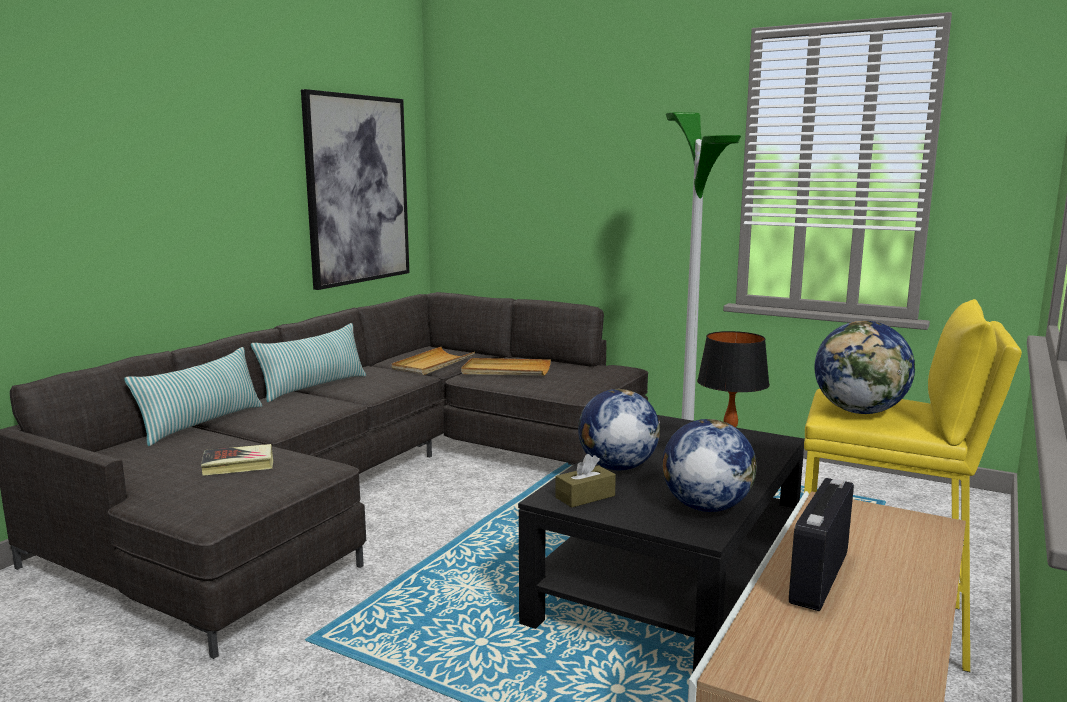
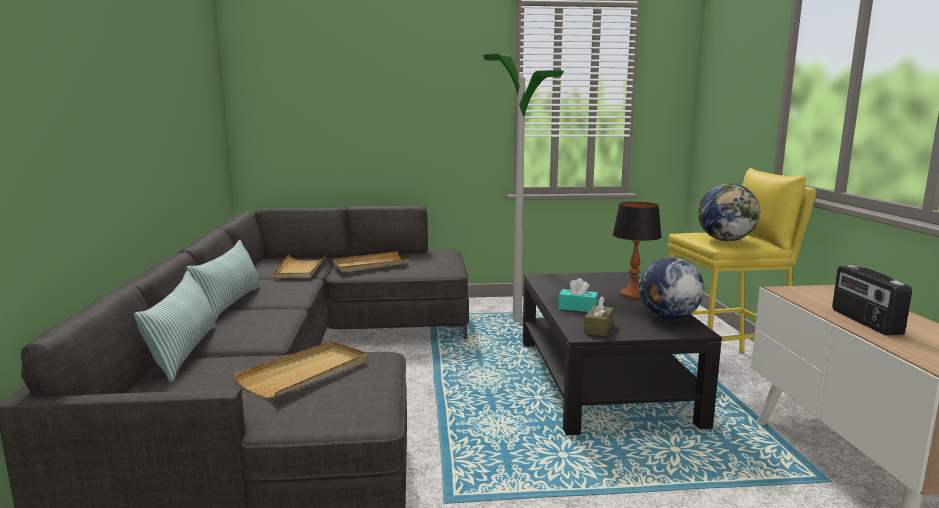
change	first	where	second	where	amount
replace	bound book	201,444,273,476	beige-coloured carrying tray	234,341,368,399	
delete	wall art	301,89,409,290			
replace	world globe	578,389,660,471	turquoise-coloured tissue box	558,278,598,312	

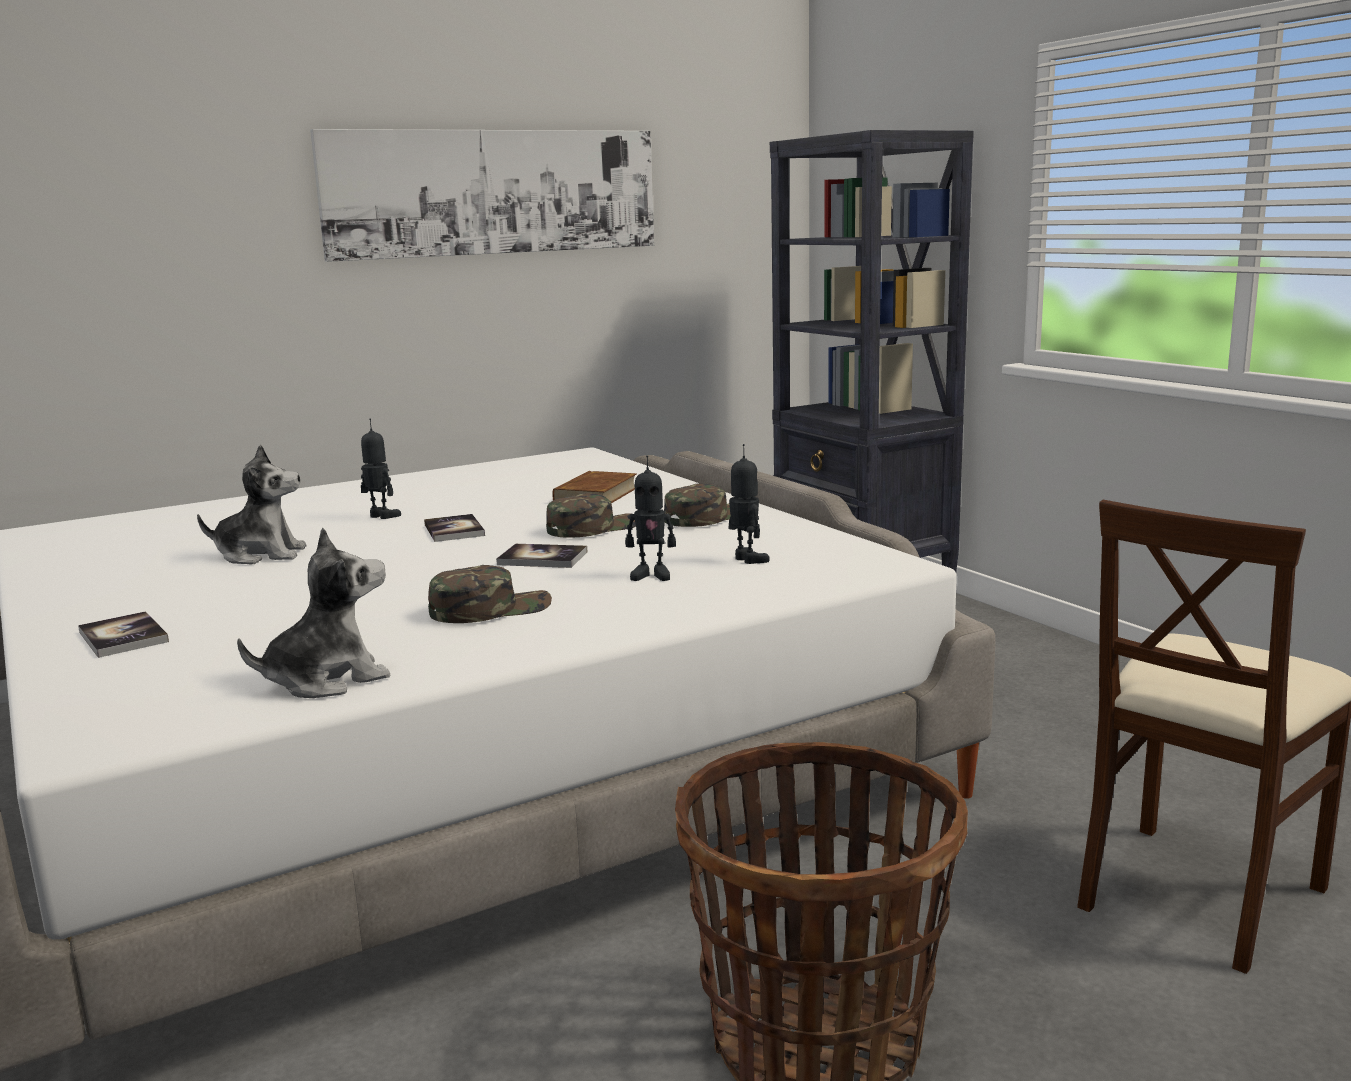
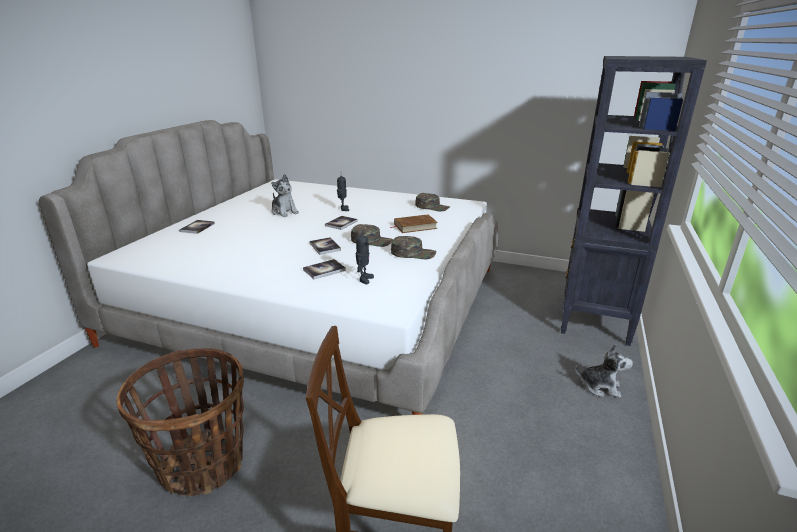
change	first	where	second	where	amount
move	soft toy	237,528,391,698		575,344,633,398	
delete	wall art	310,129,654,262			
move	green-coloured baseball cap	428,565,552,623		415,193,450,212	
replace	toy robot	625,455,676,581	bound book	303,259,346,279	

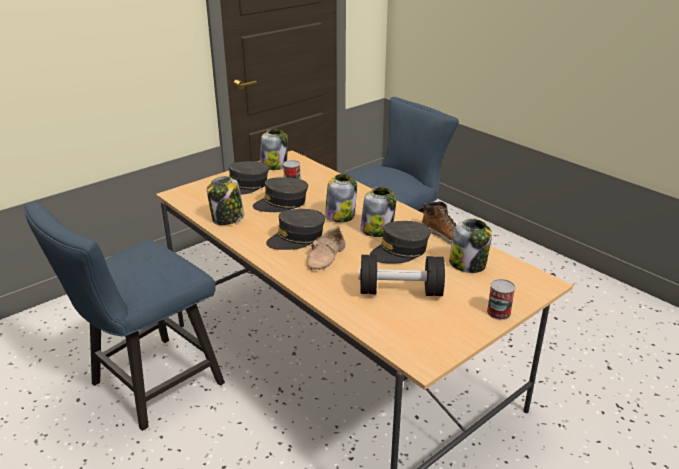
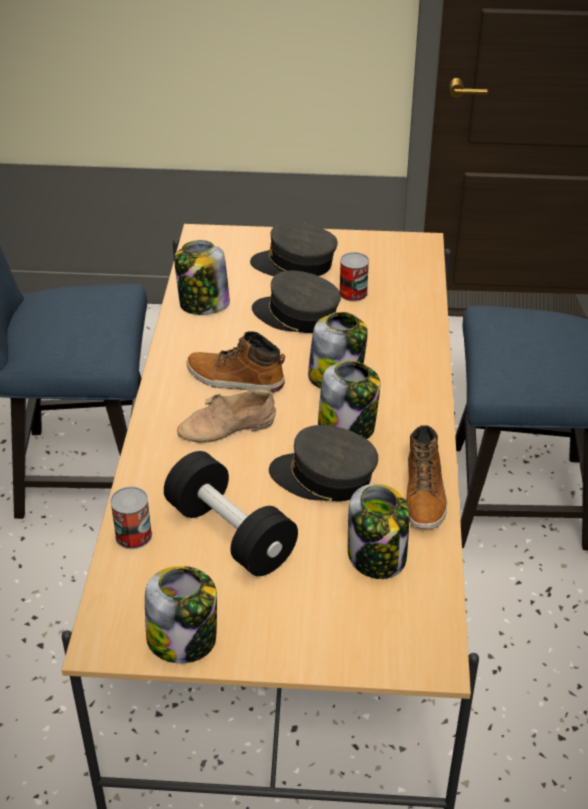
change	first	where	second	where	amount
move	storage jar	260,129,288,170		145,566,217,663	
replace	greyish baseball cap	266,209,325,250	high-top boot	187,331,285,393	
move	metal can	487,279,515,320		110,487,152,549	

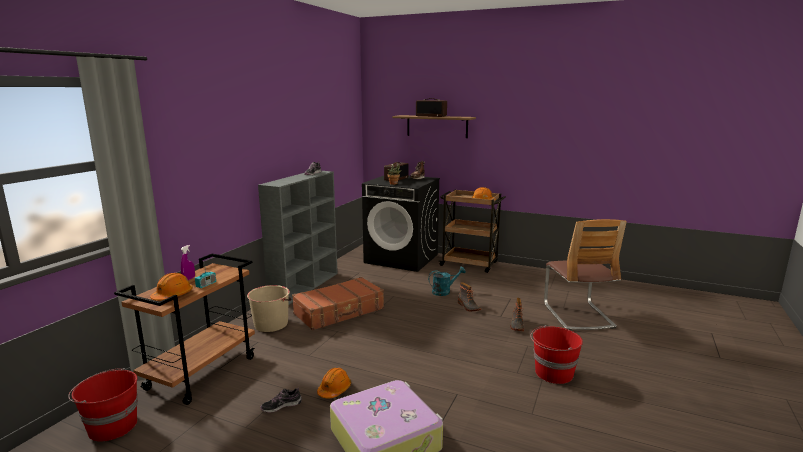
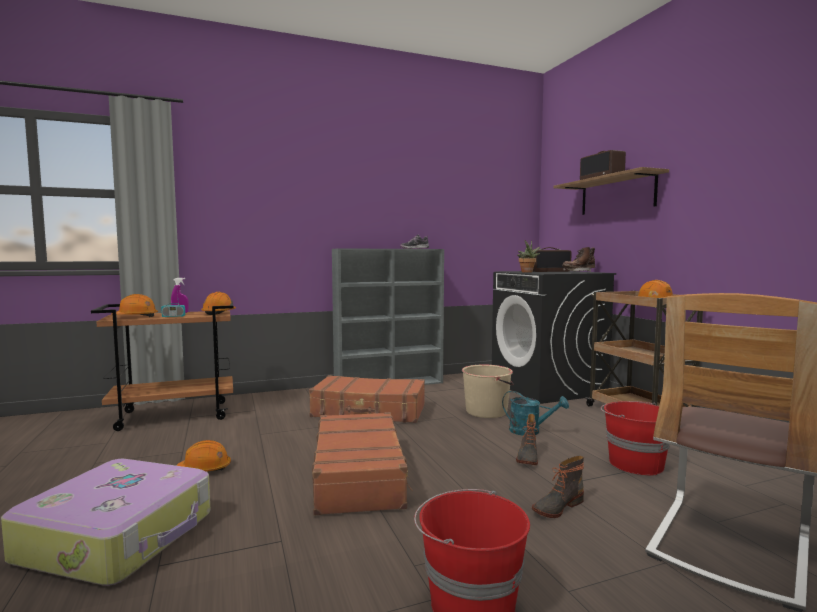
change	first	where	second	where	amount
move	reddish water bucket	68,368,138,441		601,401,670,476	
move	beige-coloured water bucket	247,285,292,332		462,365,514,418	
delete	low shoe	261,387,302,413			
insert			orange-coloured work helmet	201,292,236,315	
insert			brown-coloured travel case	312,412,413,516	

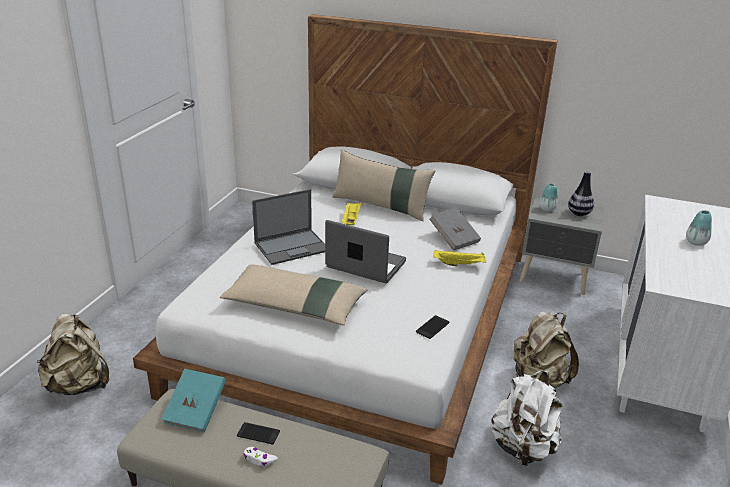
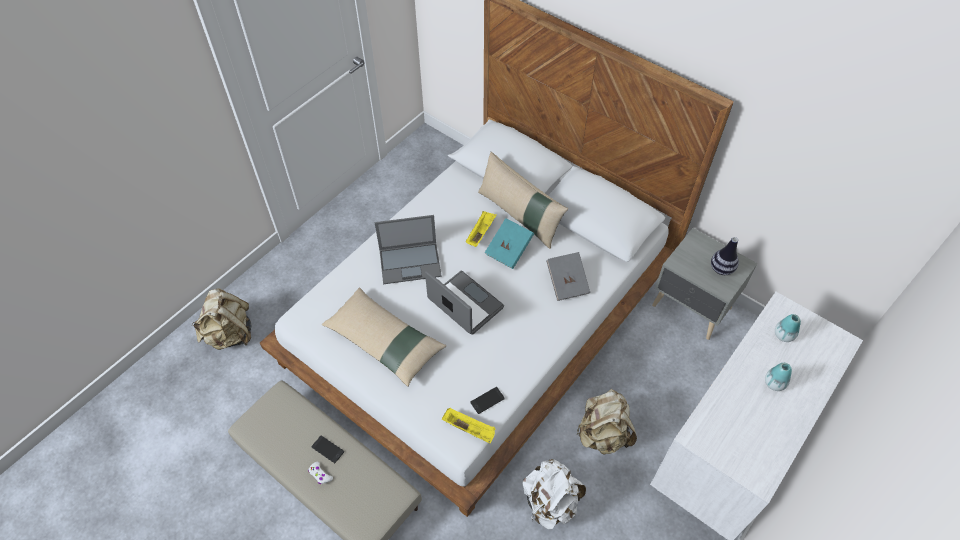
change	first	where	second	where	amount
move	turquoise-coloured bound book	161,369,226,433		485,218,534,269	
move	yellowish carrying tray	433,250,486,266		442,408,496,444	
move	decorative vase	539,183,558,212		775,314,801,342	

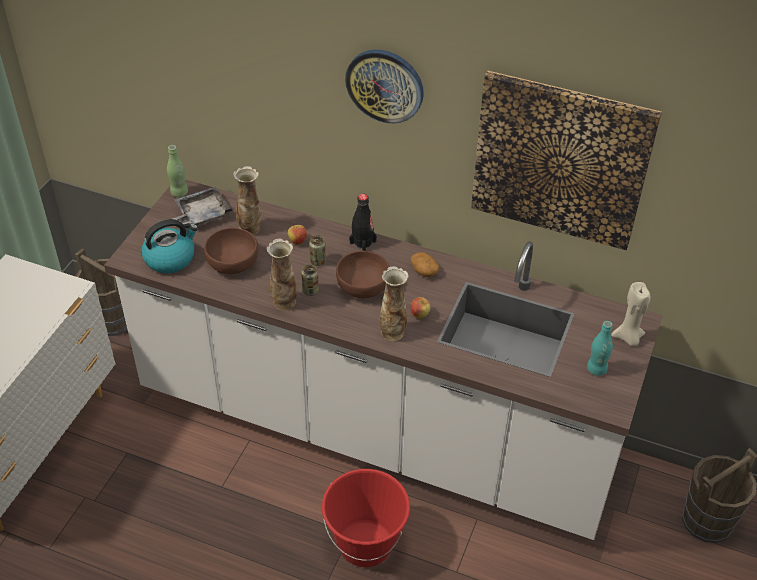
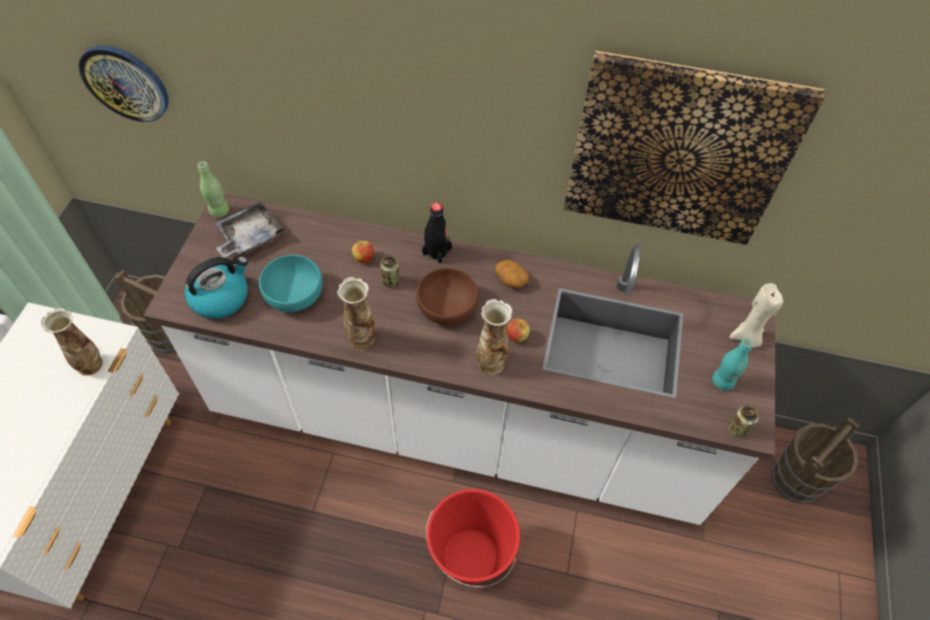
change	first	where	second	where	amount
recolor	brown-coloured deep dish	204,228,258,274	turquoise-coloured deep dish	259,255,323,312	
move	decorative vase	233,166,262,235		41,308,103,376	
move	metal can	301,264,319,296		728,405,759,438	
move	wall clock	345,50,424,123		79,45,169,122	

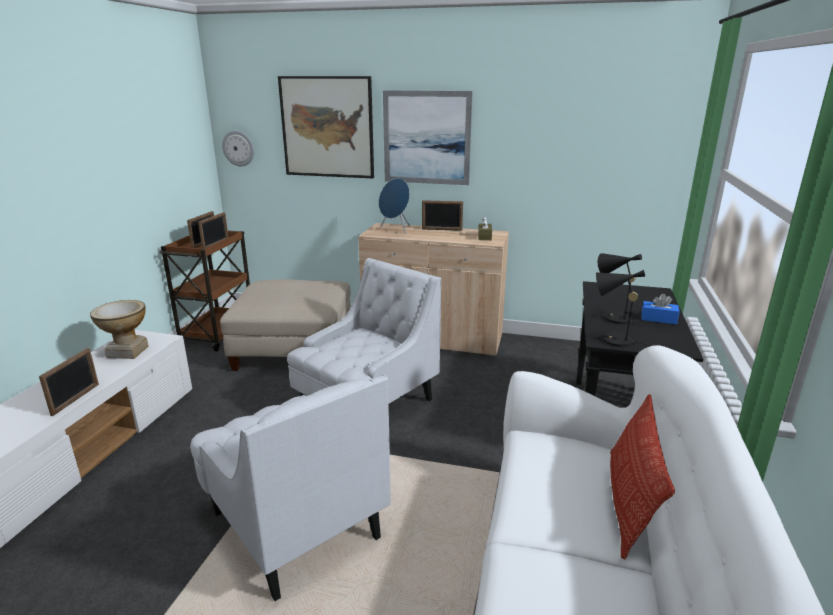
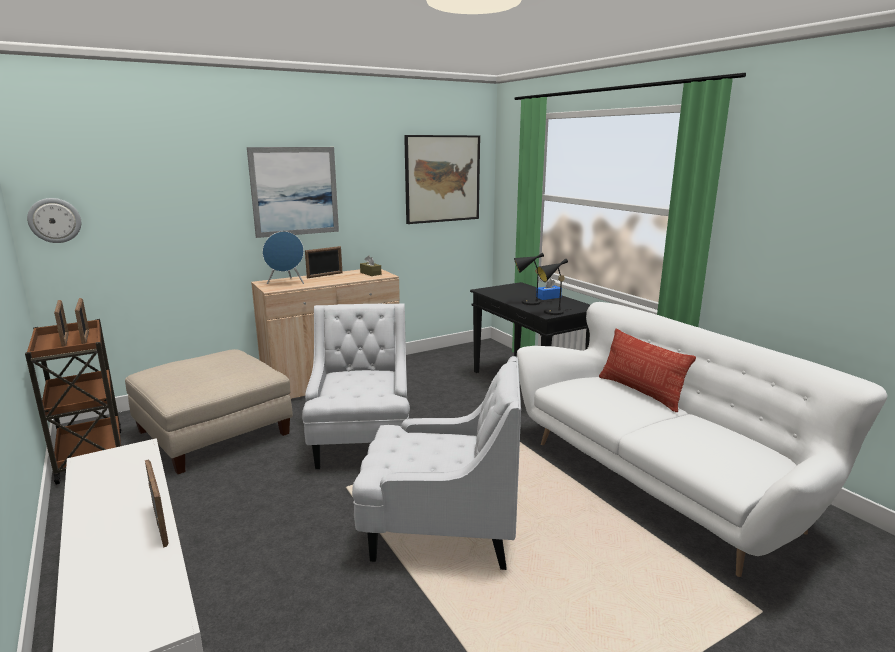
change	first	where	second	where	amount
delete	decorative vase	90,300,148,359			
move	wall art	278,76,374,178		404,135,480,224	

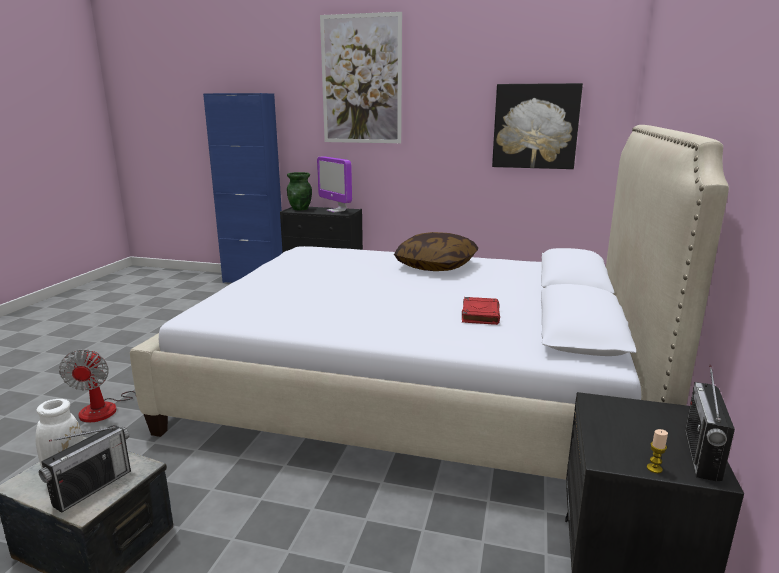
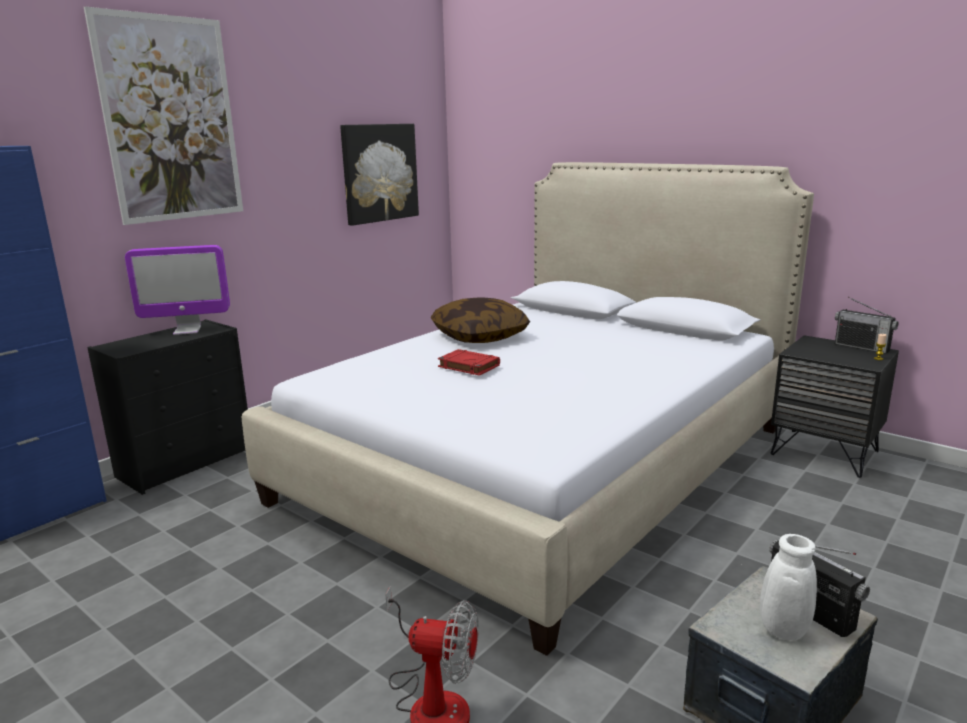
change	first	where	second	where	amount
delete	green-coloured decorative vase	287,172,312,210			
move	reddish bound book	462,297,500,325		438,349,500,376	

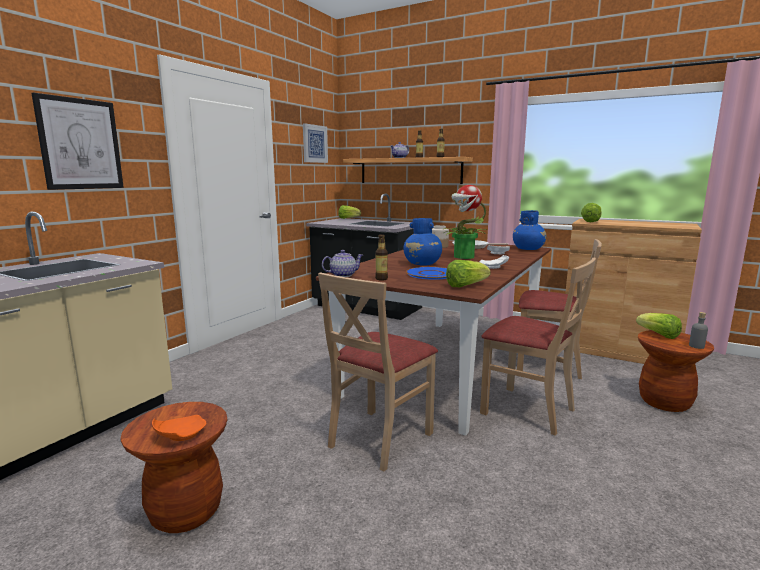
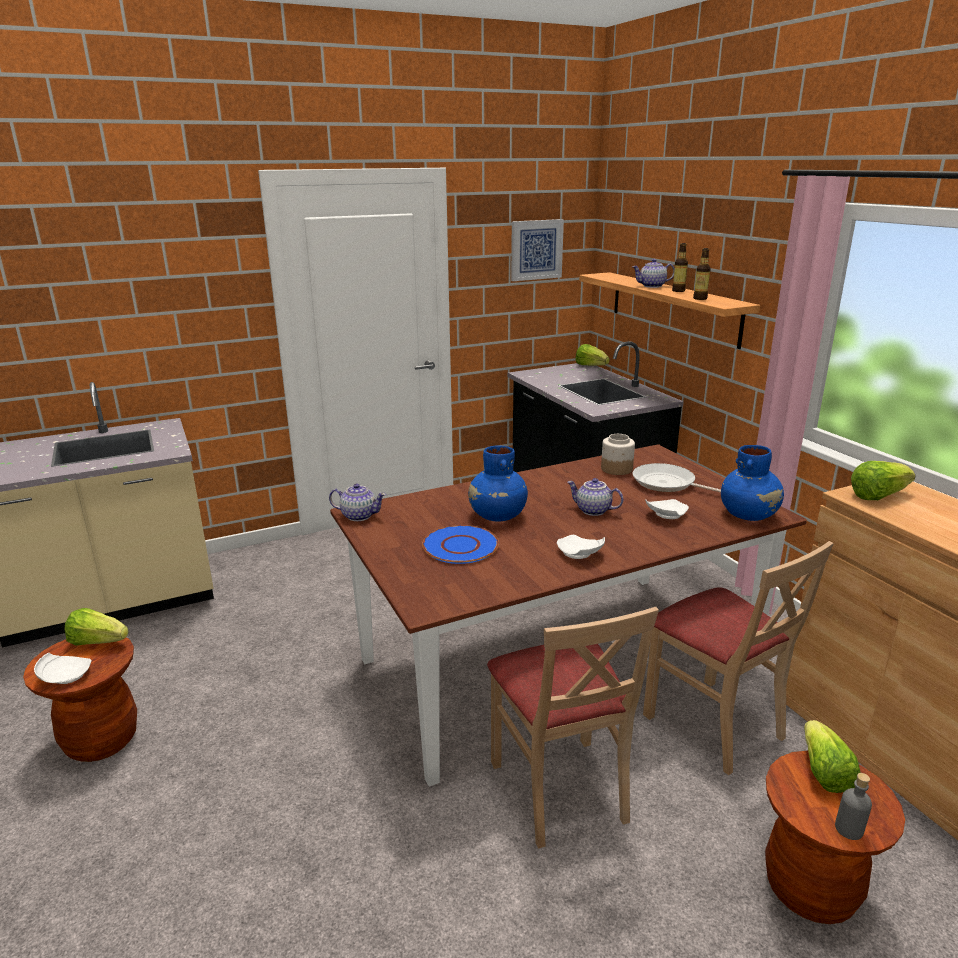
change	first	where	second	where	amount
delete	wall art	31,92,124,190			
recolor	orange-coloured flat dish	152,415,206,441	white-coloured flat dish	34,653,92,684	
delete	beige-coloured plain chair	318,272,438,472			
delete	beverage bottle	375,234,388,281			
replace	houseplant	444,185,486,259	tea pot	567,478,623,516	
move	lettuce head	446,260,491,287		64,608,129,646	

